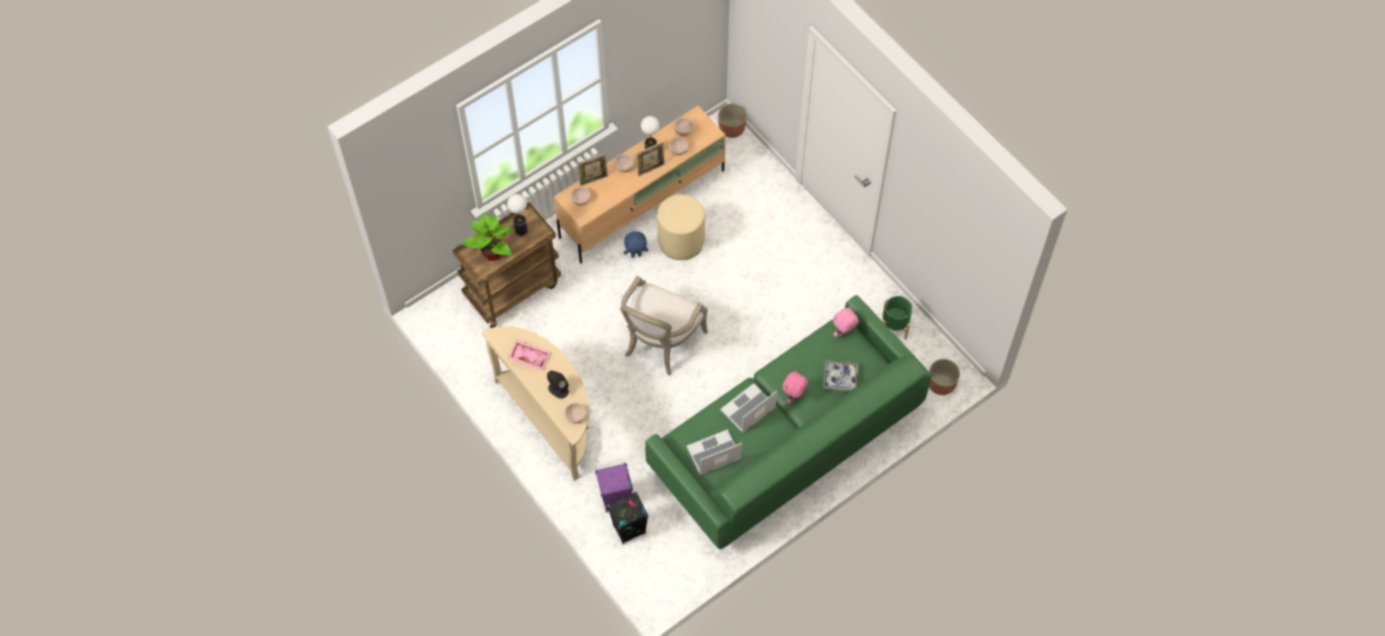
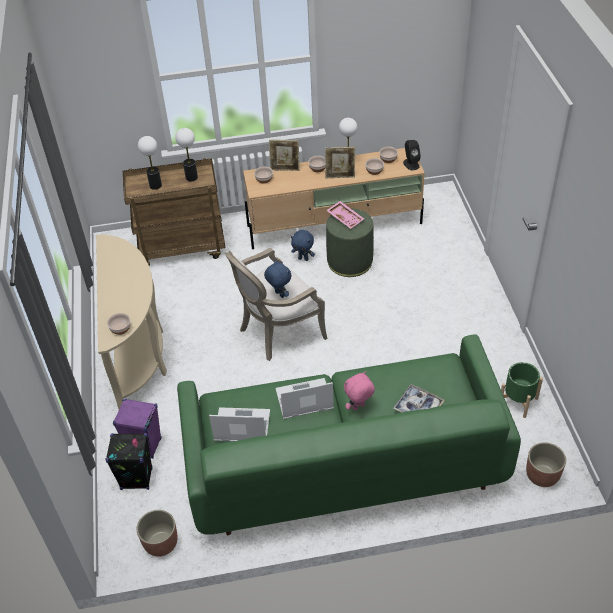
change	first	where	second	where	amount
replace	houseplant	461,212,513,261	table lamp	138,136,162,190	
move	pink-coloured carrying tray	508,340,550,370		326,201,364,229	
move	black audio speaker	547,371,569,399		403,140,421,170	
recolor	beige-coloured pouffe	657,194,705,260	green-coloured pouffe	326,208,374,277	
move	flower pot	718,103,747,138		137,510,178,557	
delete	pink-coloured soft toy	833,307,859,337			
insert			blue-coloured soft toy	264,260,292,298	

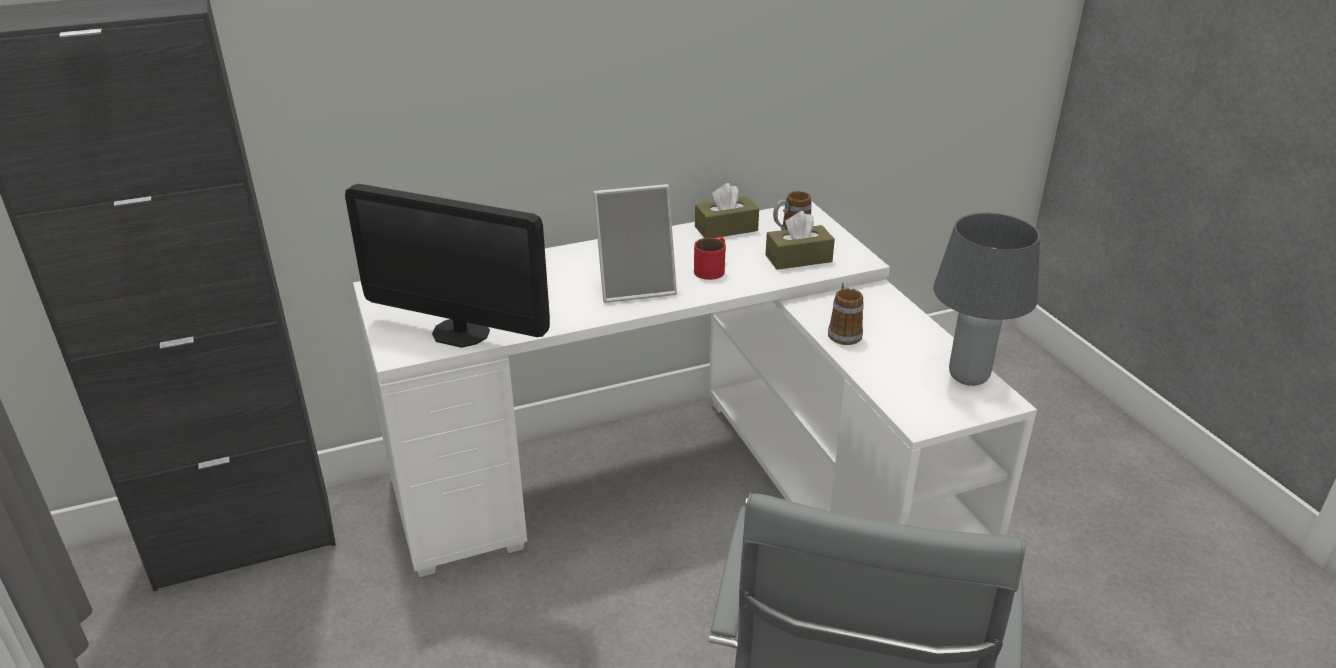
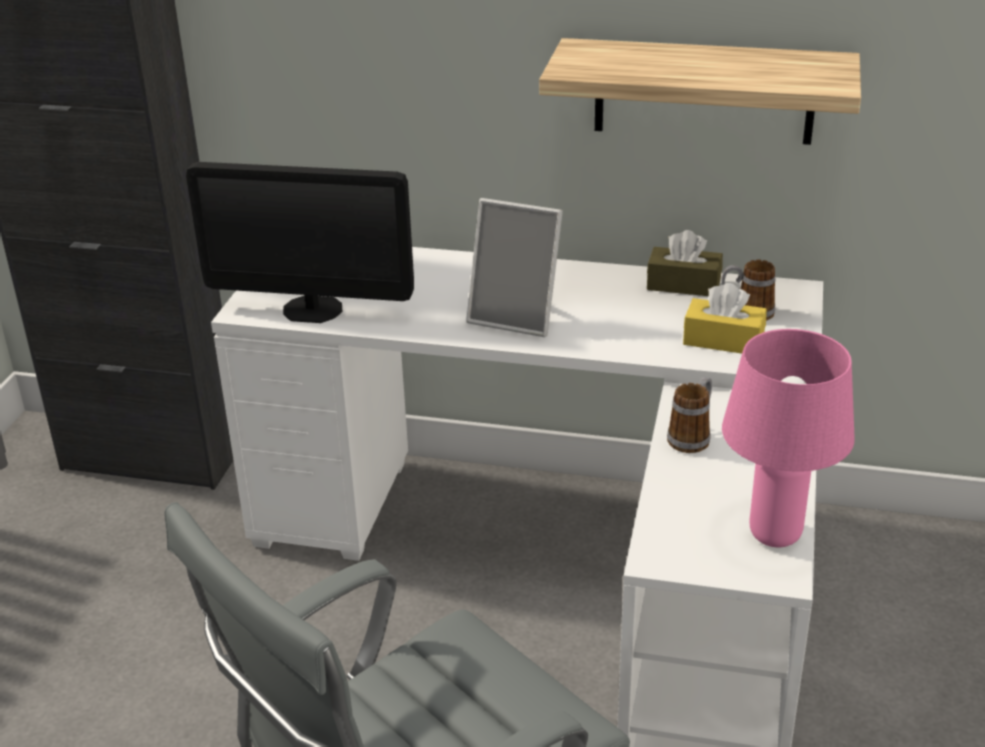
change	first	where	second	where	amount
rotate	computer display	345,184,550,348		186,162,414,323	45 degrees counterclockwise
delete	reddish tea mug	694,237,726,280			
recolor	brown-coloured tissue box	766,211,835,270	yellowish tissue box	683,283,767,354	
recolor	greyish table lamp	933,213,1040,386	pink-coloured table lamp	722,329,855,547	
insert			shelf	539,38,861,145	

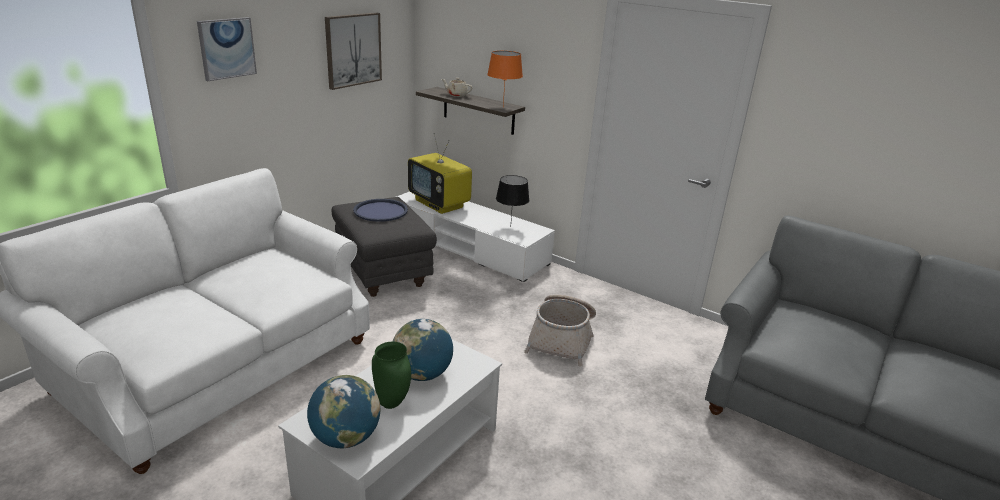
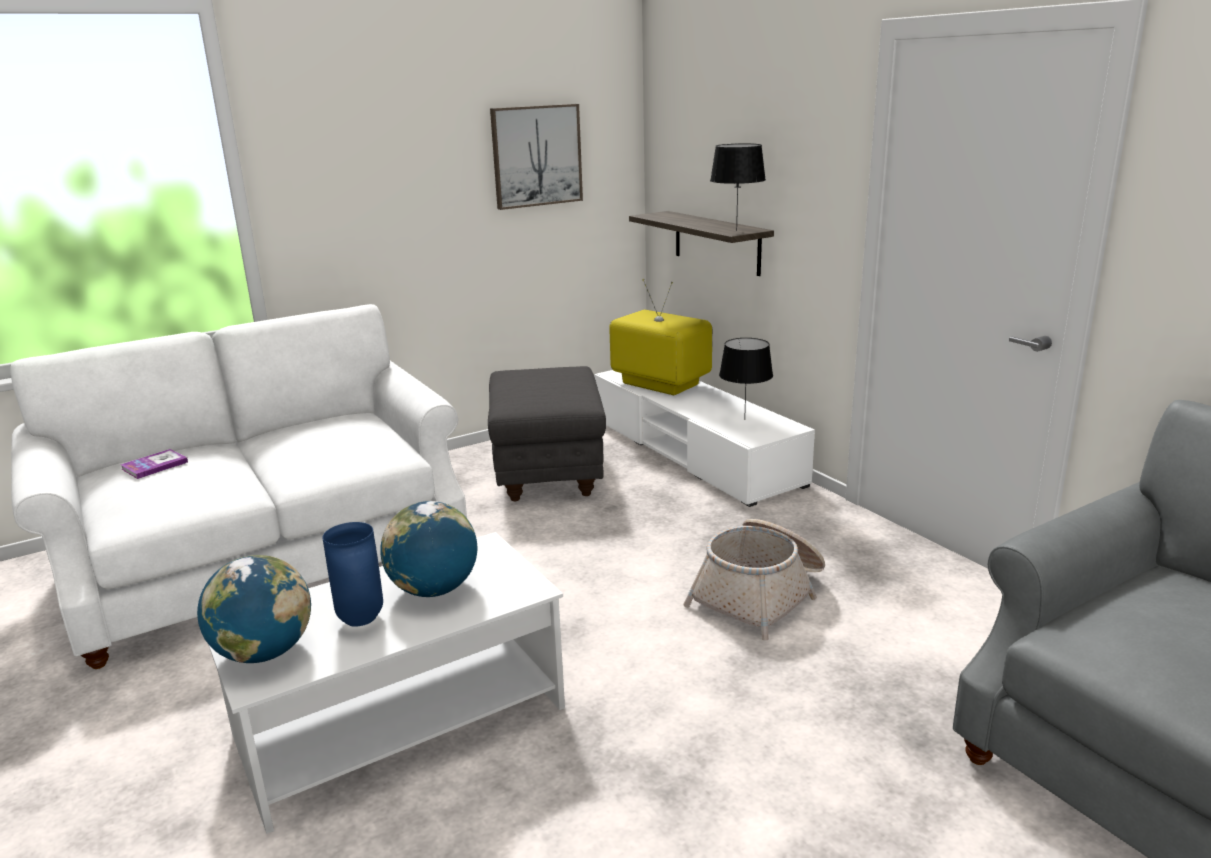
change	first	where	second	where	amount
delete	wall art	197,17,257,81			
delete	blue-coloured carrying tray	353,199,408,222			
recolor	green-coloured decorative vase	372,342,411,409	blue-coloured decorative vase	323,522,383,627	
rotate	TV	408,133,472,214		609,279,712,395	150 degrees clockwise
delete	beige-coloured tea pot	442,78,473,97			
recolor	orange-coloured table lamp	487,51,523,107	black table lamp	710,143,766,231	
insert			bound book	120,449,188,479	

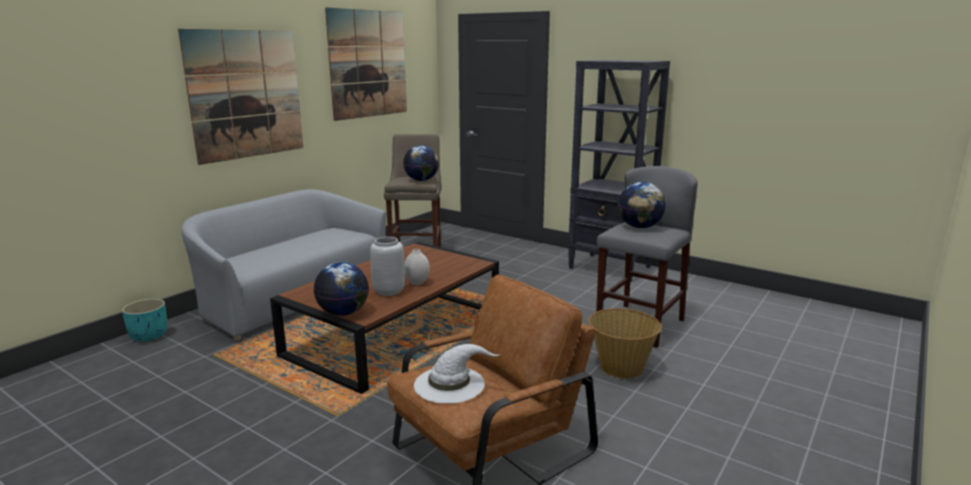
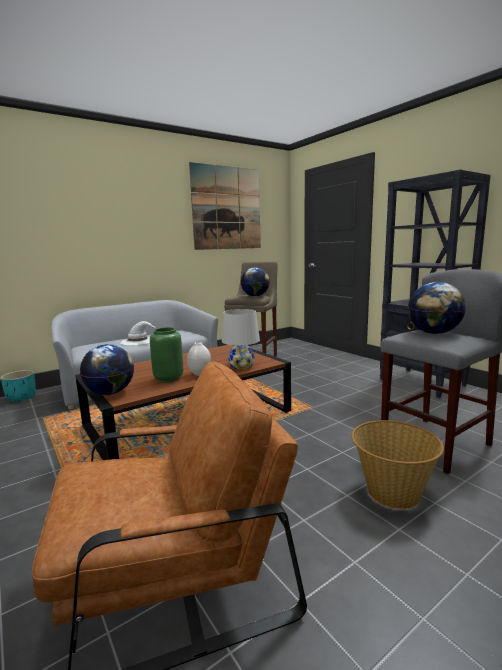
change	first	where	second	where	amount
delete	wall art	178,29,303,165			
recolor	greyish decorative vase	370,237,405,296	green-coloured decorative vase	150,327,183,382	
move	white-coloured wearable hat	414,344,499,403		120,321,156,345	
insert			white-coloured table lamp	222,309,260,370	

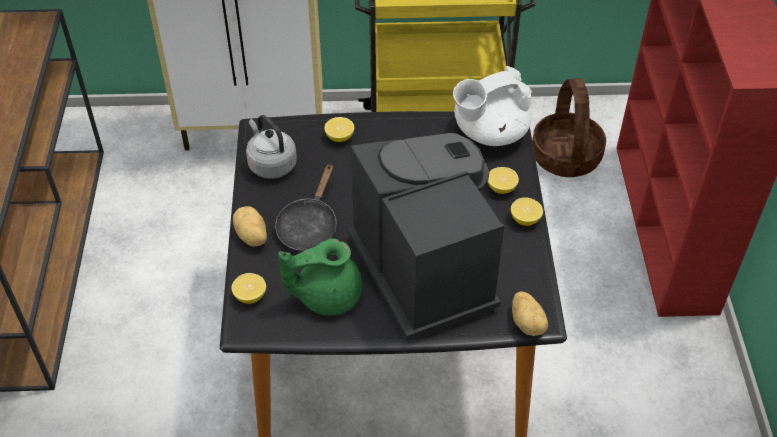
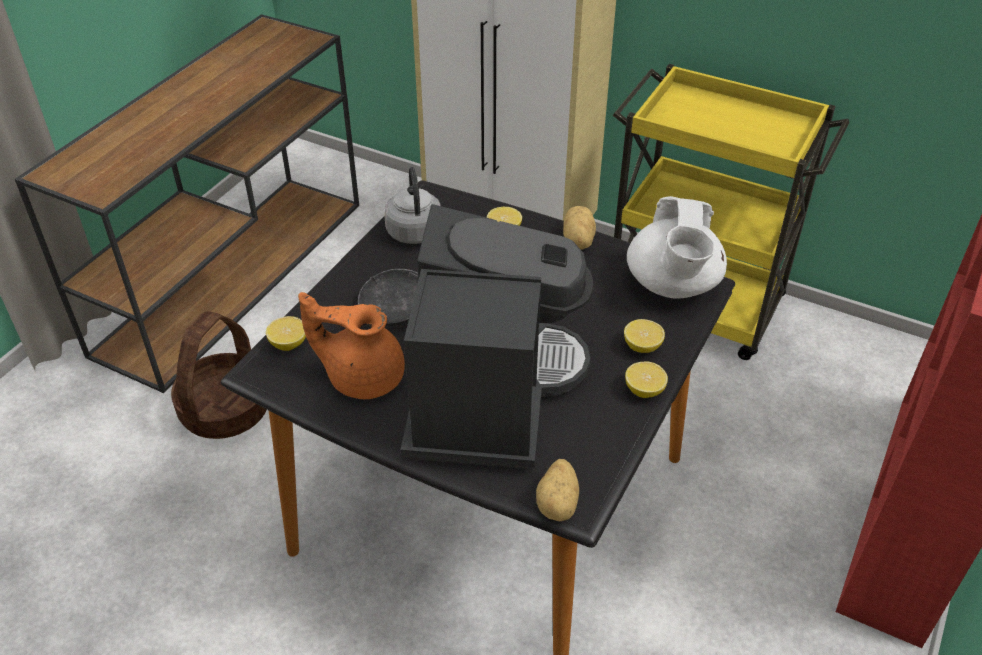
change	first	where	second	where	amount
move	potato	233,206,267,247		563,206,596,249	
recolor	green-coloured tea pot	278,239,362,316	orange-coloured tea pot	298,292,405,399	
rotate	white-coloured tea pot	453,66,532,146		627,196,727,299	90 degrees counterclockwise
move	basket	532,78,606,177		171,311,267,439	

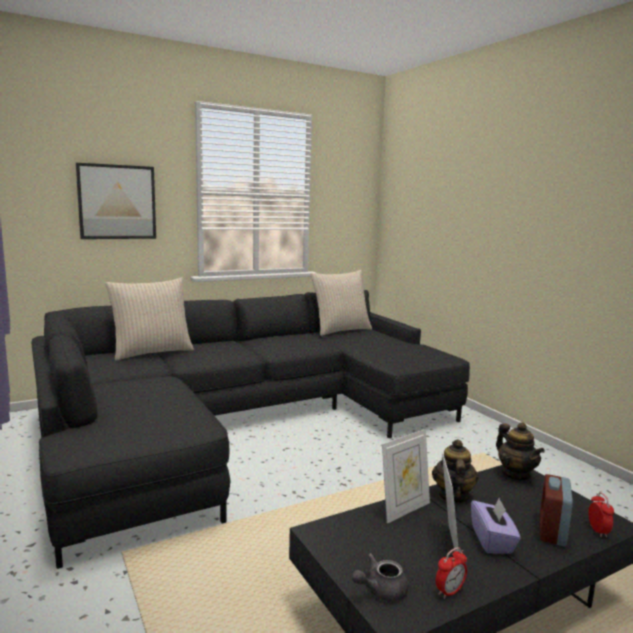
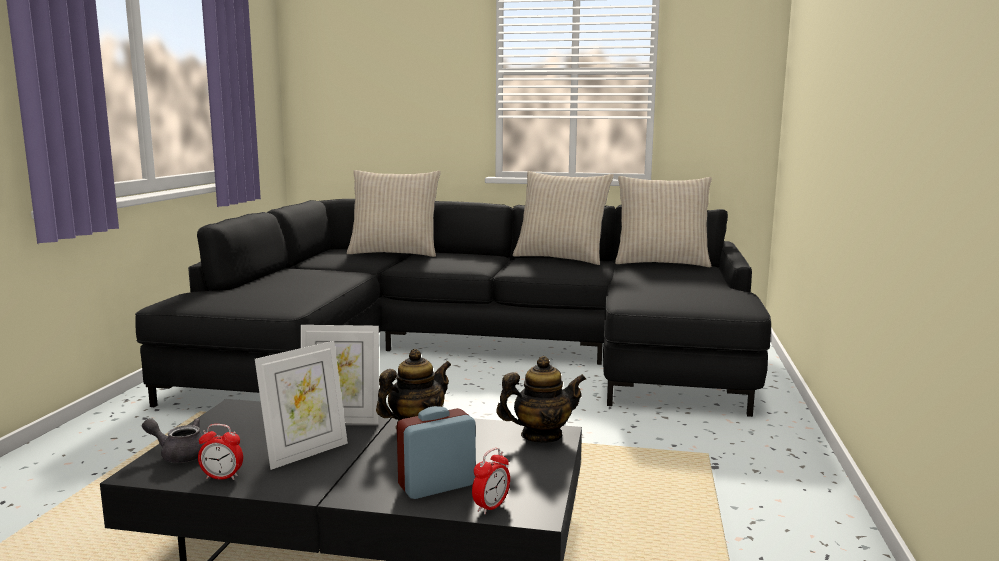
change	first	where	second	where	amount
delete	wall art	76,163,156,239			
delete	purplish tissue box	471,498,521,554			
rotate	tea pot	496,422,545,481		496,356,586,443	120 degrees counterclockwise
insert			beige-coloured cushion	513,171,614,265	

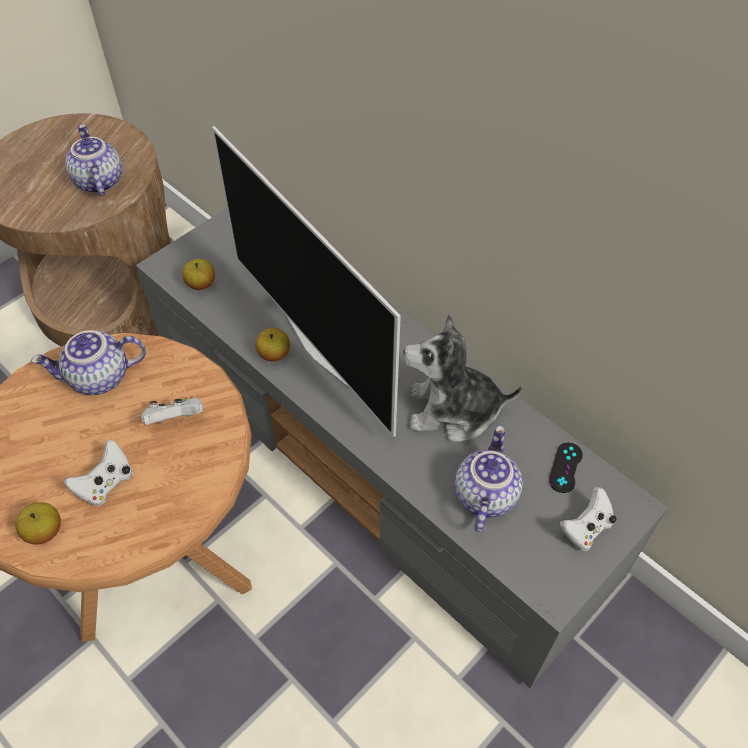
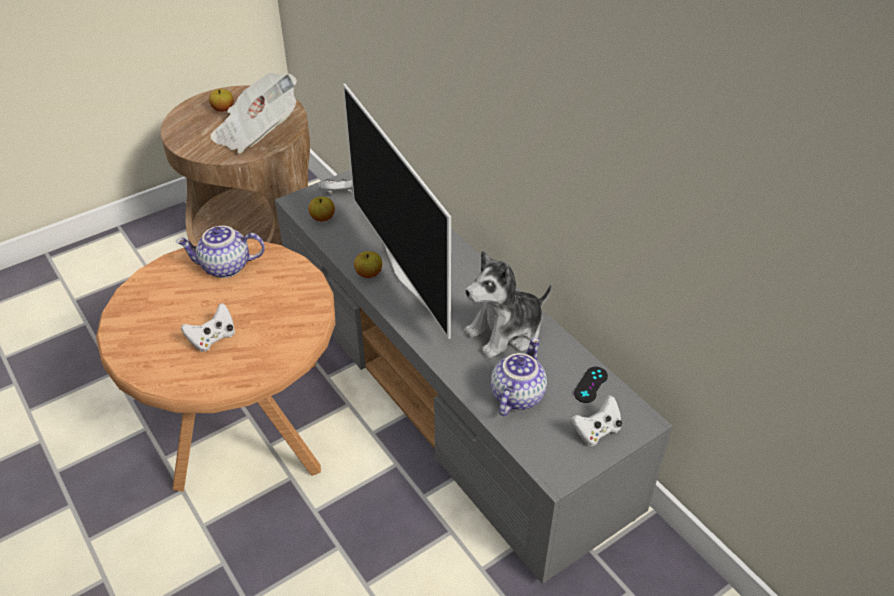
change	first	where	second	where	amount
move	apple	15,502,61,545		209,89,233,112	
replace	tea pot	65,124,122,196	newspaper	211,73,297,153	
move	white-coloured game controller	141,396,203,425		318,179,353,195	
rotate	soft toy	404,313,523,442		464,251,552,359	45 degrees counterclockwise

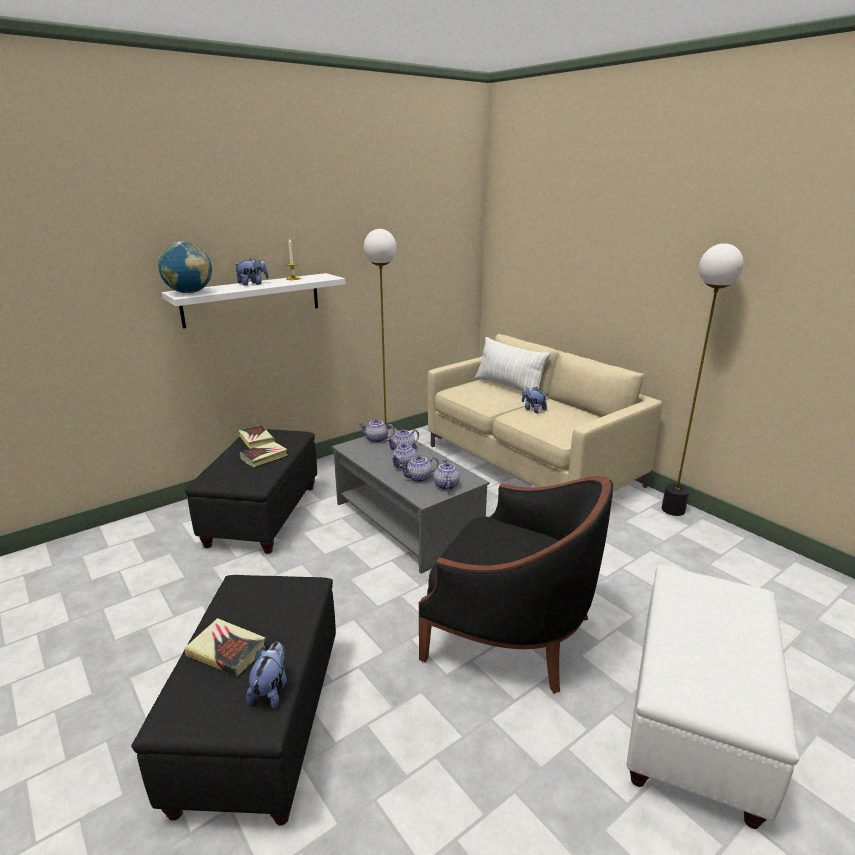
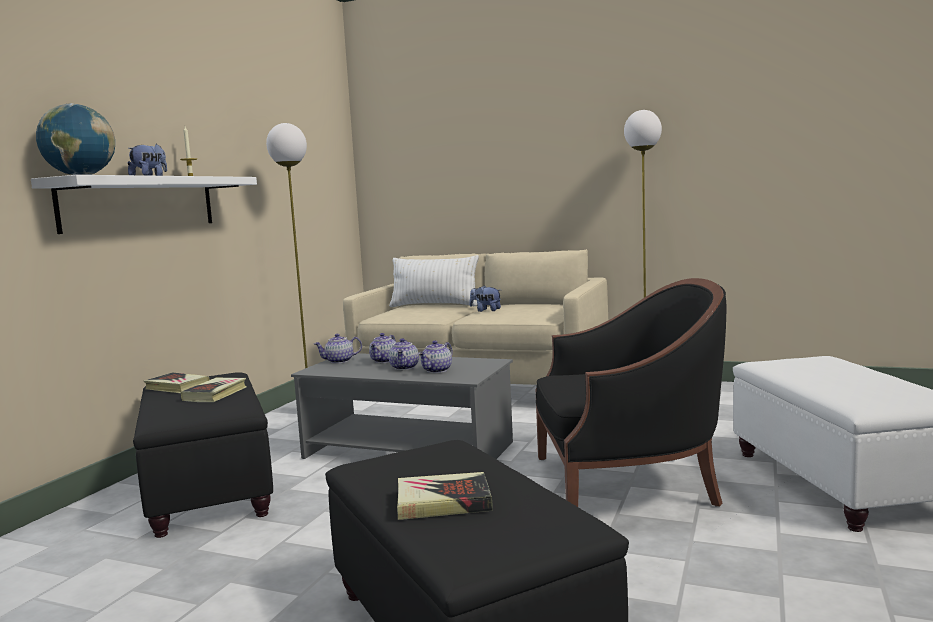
change	first	where	second	where	amount
delete	soft toy	246,642,287,708			
delete	tea pot	434,459,460,490			

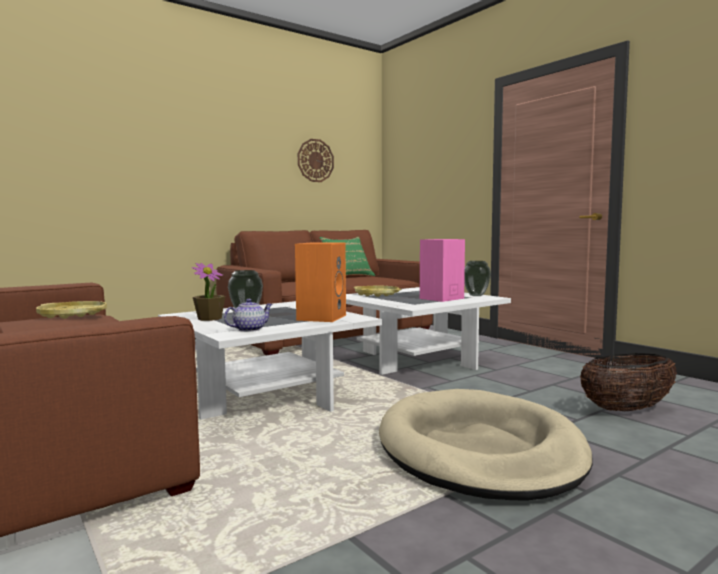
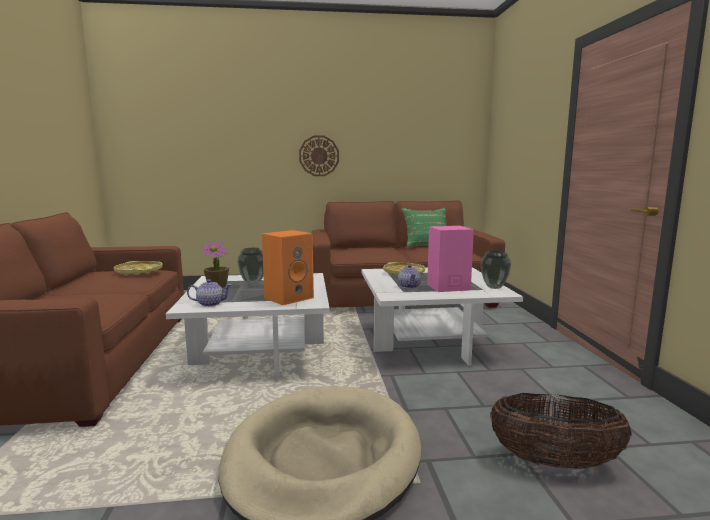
change	first	where	second	where	amount
move	wall clock	298,139,334,182		299,136,339,176	
insert			tea pot	398,265,421,289	

